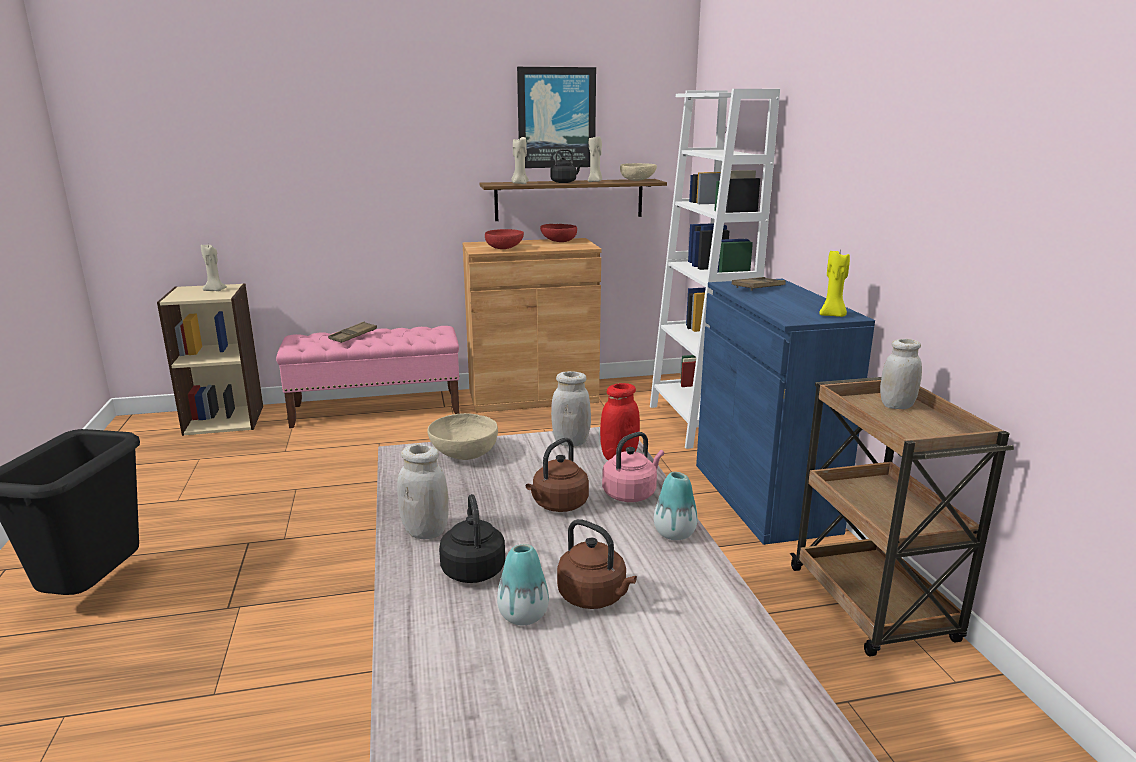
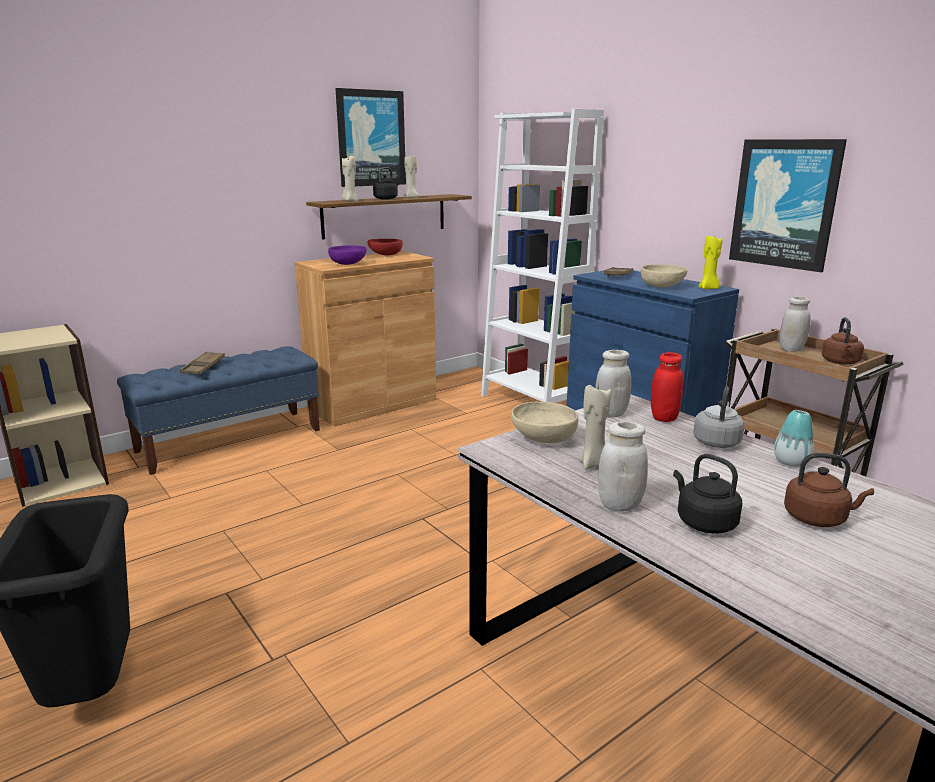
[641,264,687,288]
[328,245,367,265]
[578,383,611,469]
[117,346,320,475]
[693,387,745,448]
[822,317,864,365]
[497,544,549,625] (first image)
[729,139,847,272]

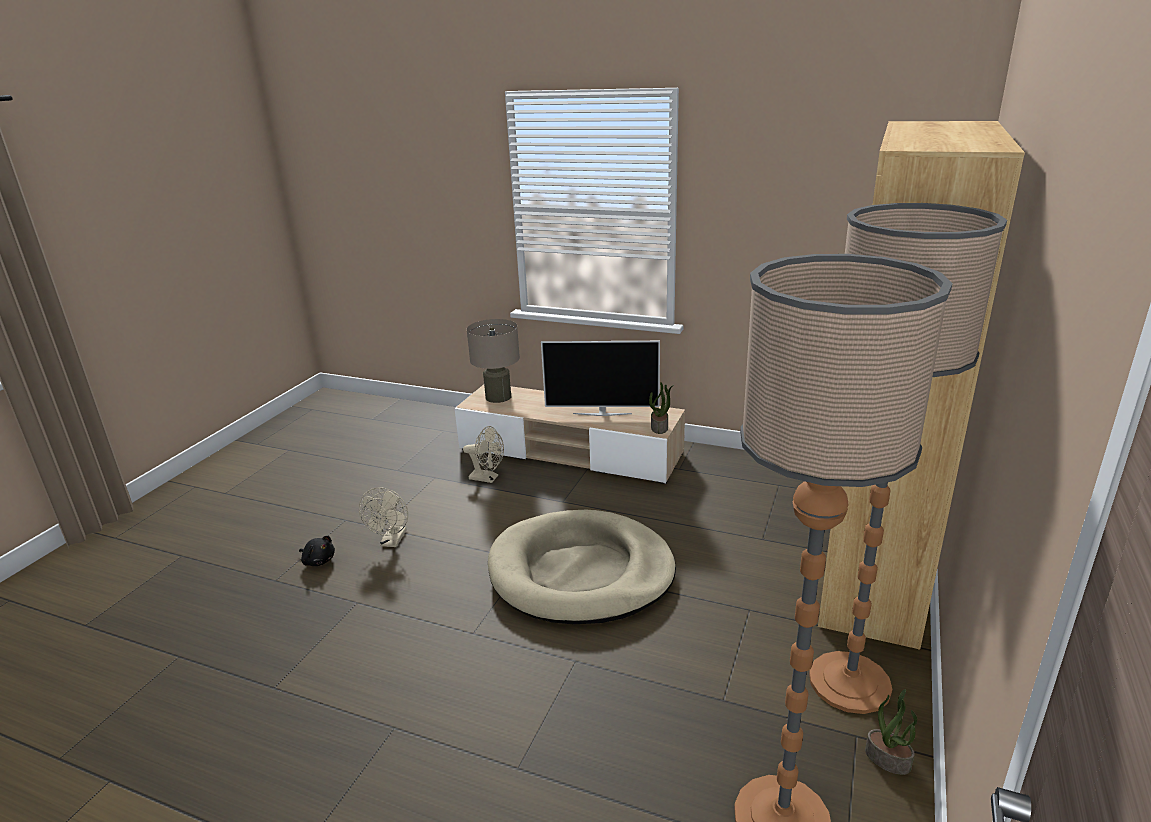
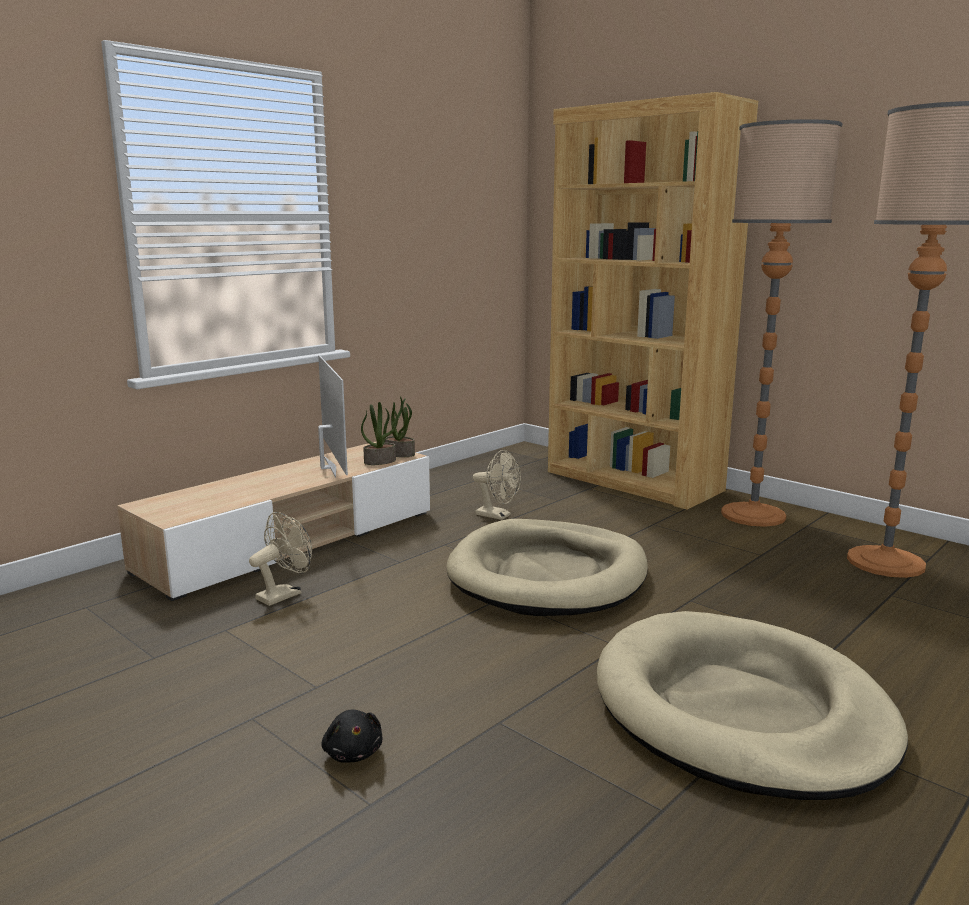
[467,319,520,403] (first image)
[318,355,348,478]
[473,450,521,520]
[321,709,382,763]
[361,402,398,465]
[597,611,908,800]

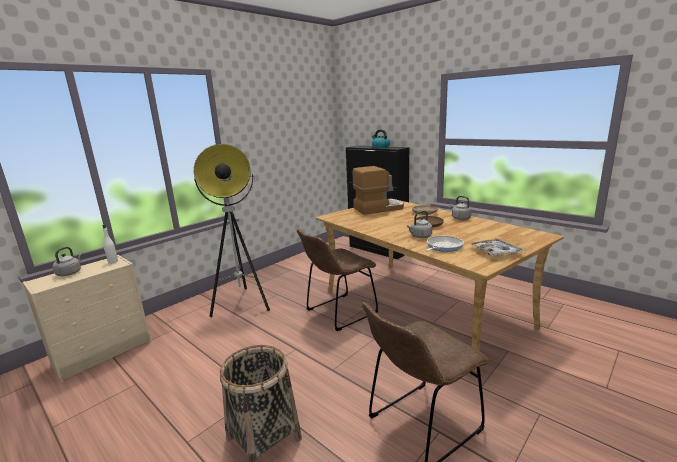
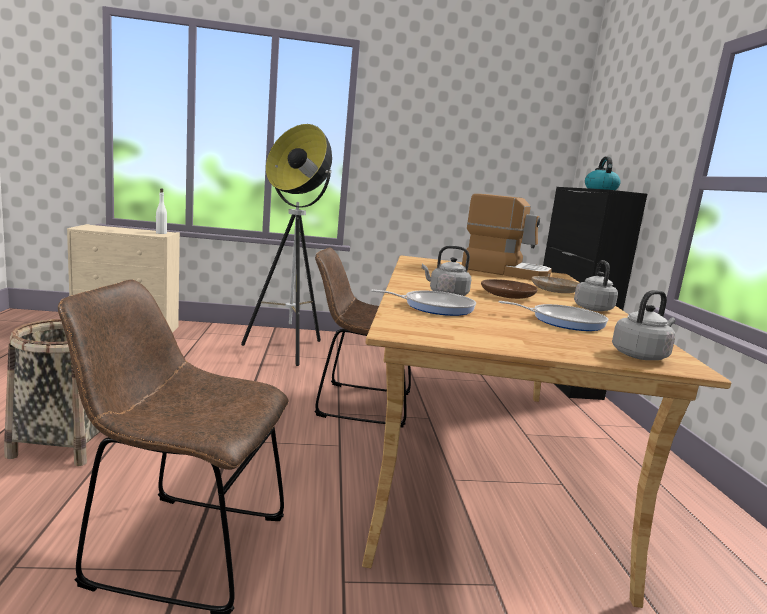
[470,239,526,256] (first image)
[612,290,676,360]
[498,301,608,331]

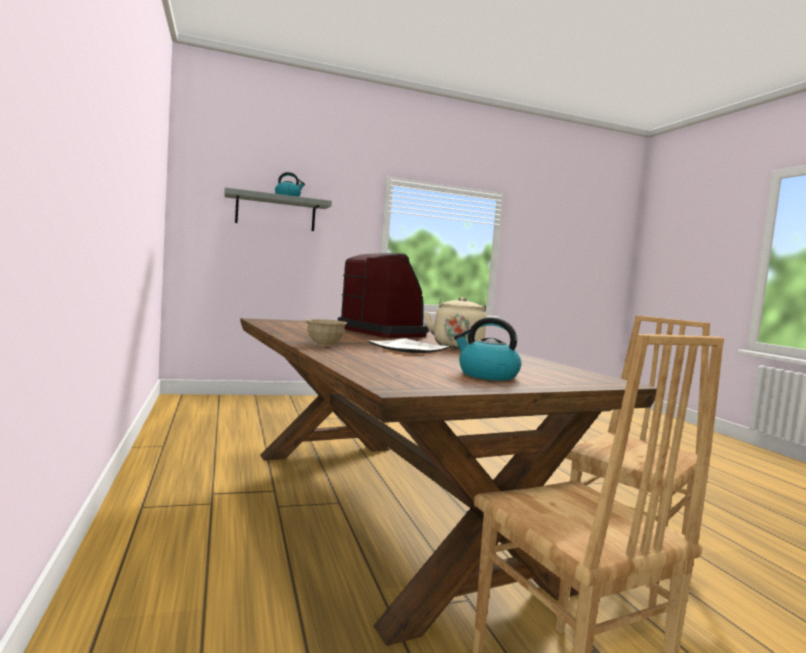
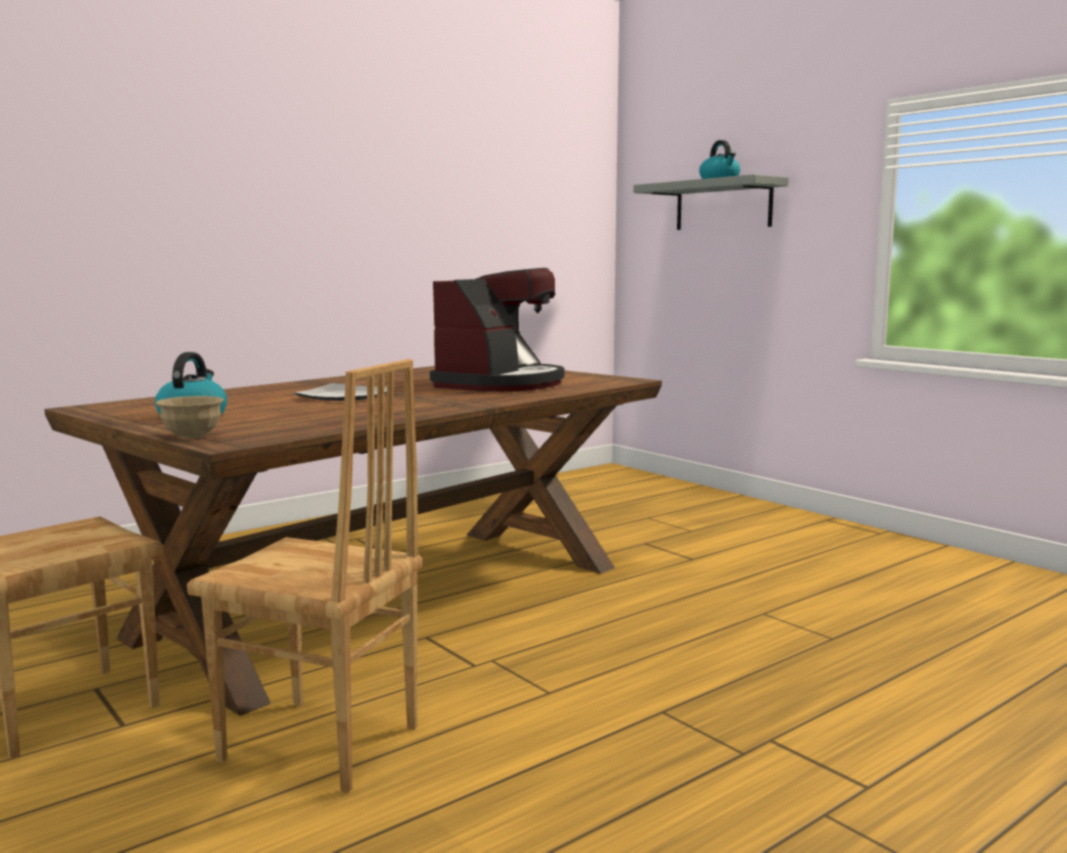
[425,297,487,349] (first image)
[156,396,224,439]

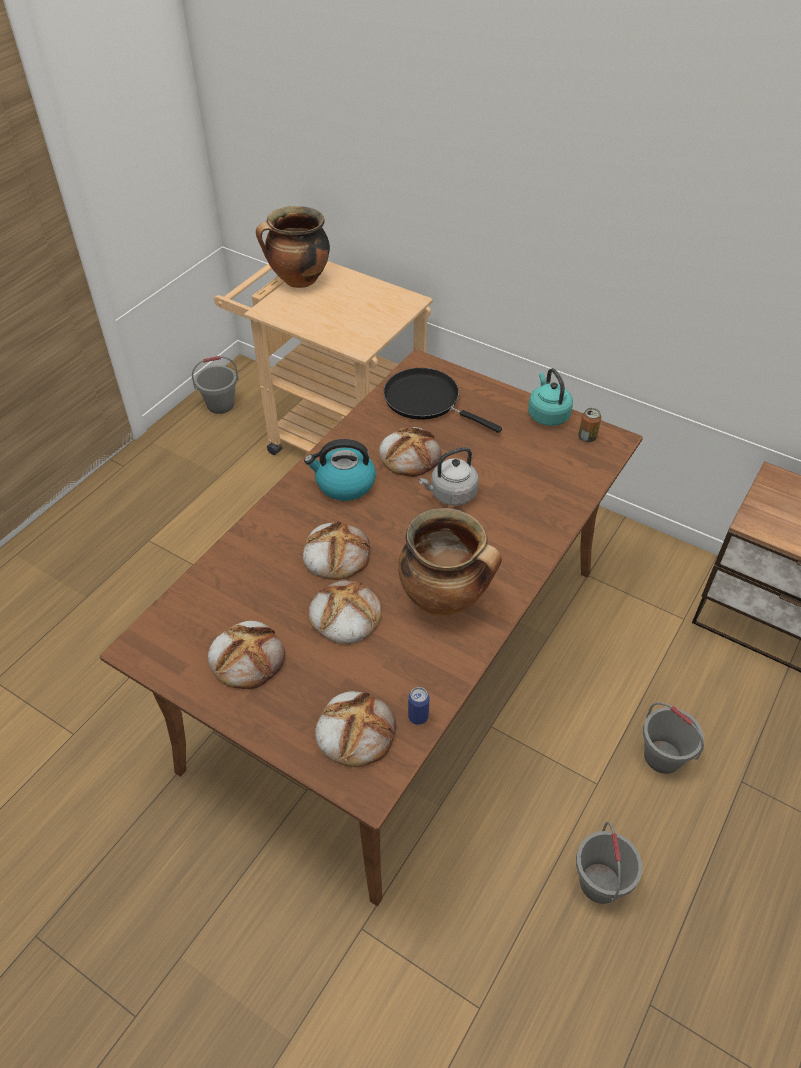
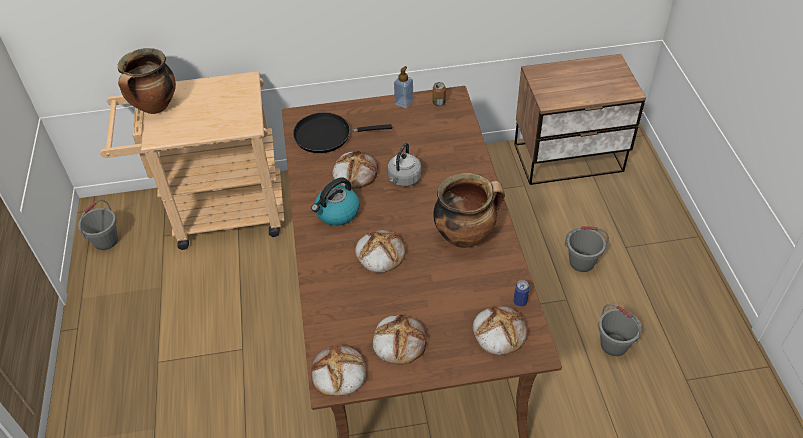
[394,66,413,109]
[311,345,366,396]

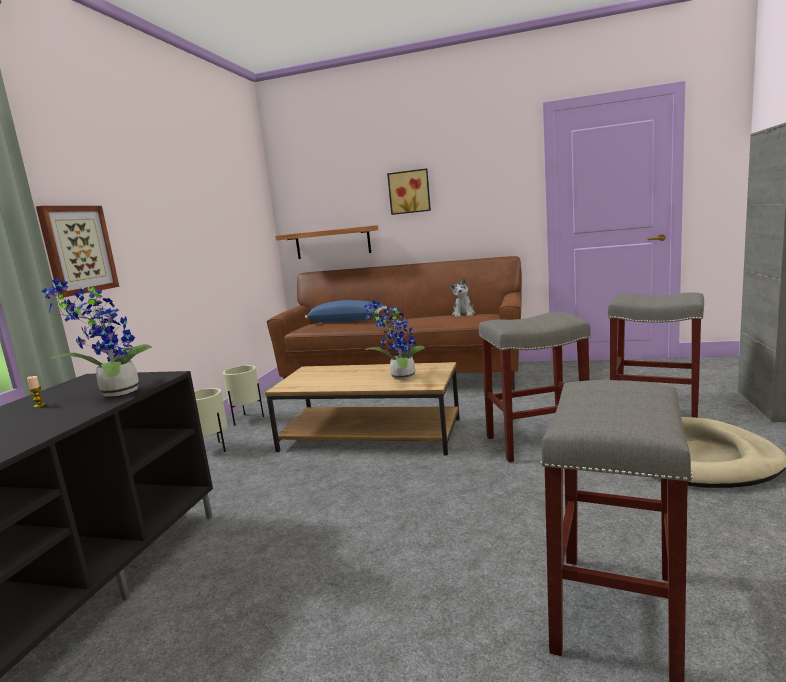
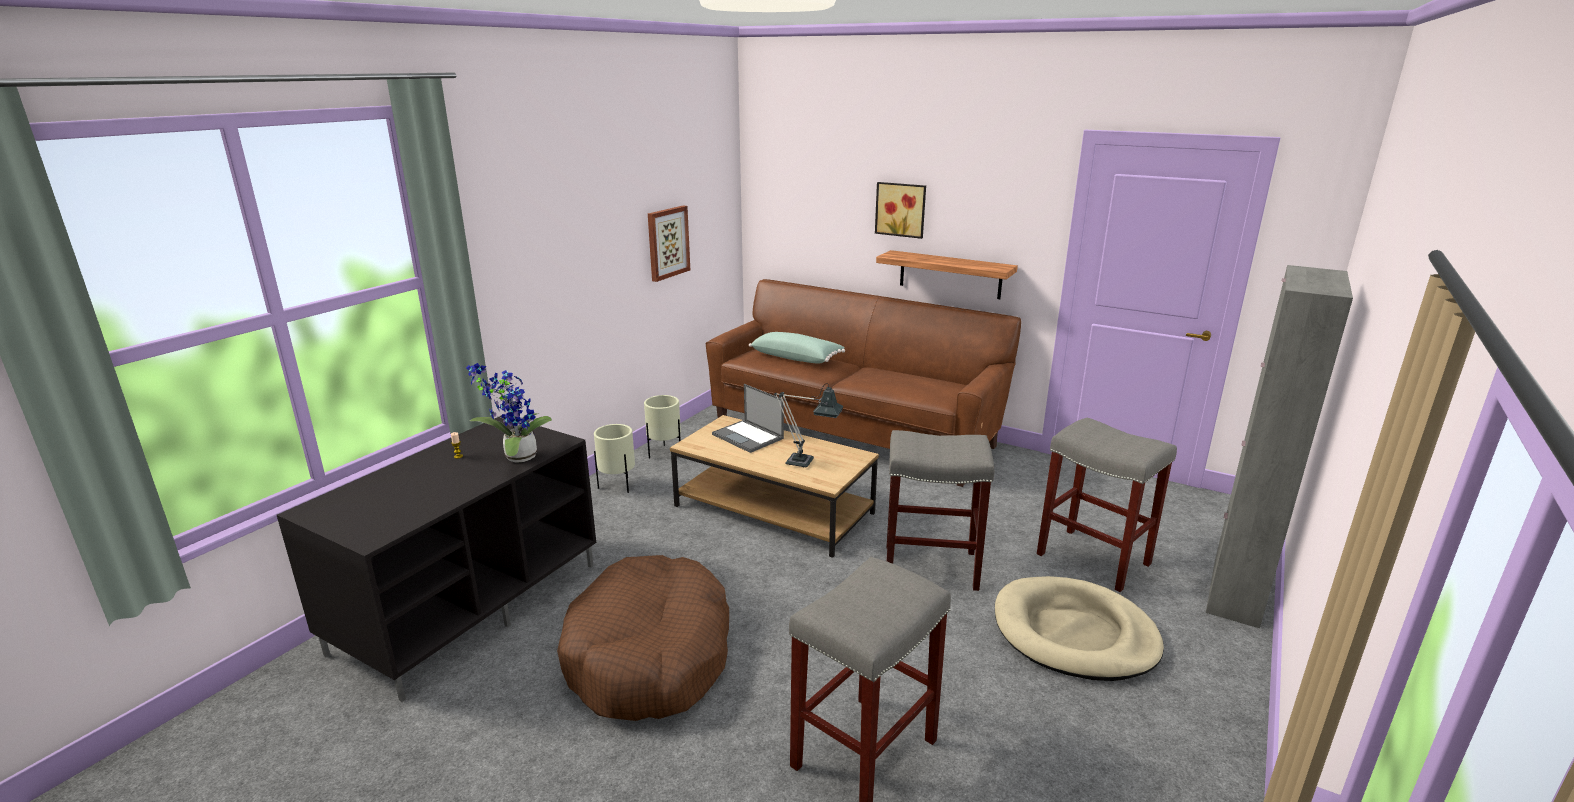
[648,205,690,282]
[876,250,1018,299]
[449,278,475,317] (first image)
[749,332,845,364]
[774,383,843,467]
[712,384,784,453]
[557,555,729,721]

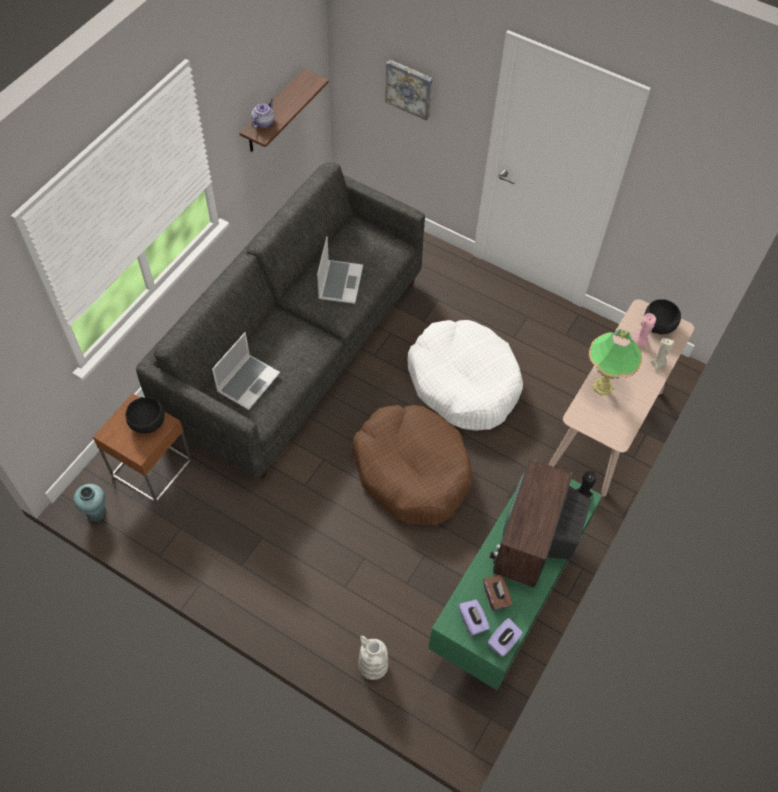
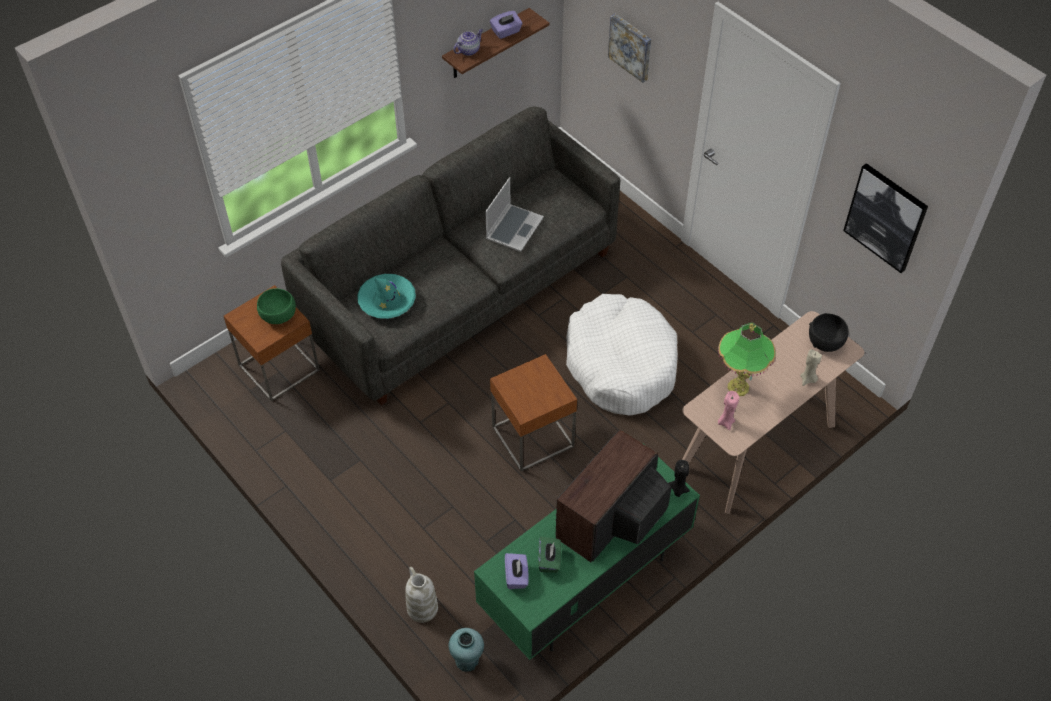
[718,391,739,430]
[357,274,416,319]
[257,288,296,324]
[490,354,577,471]
[449,628,484,672]
[538,536,561,573]
[490,11,523,39]
[843,163,928,273]

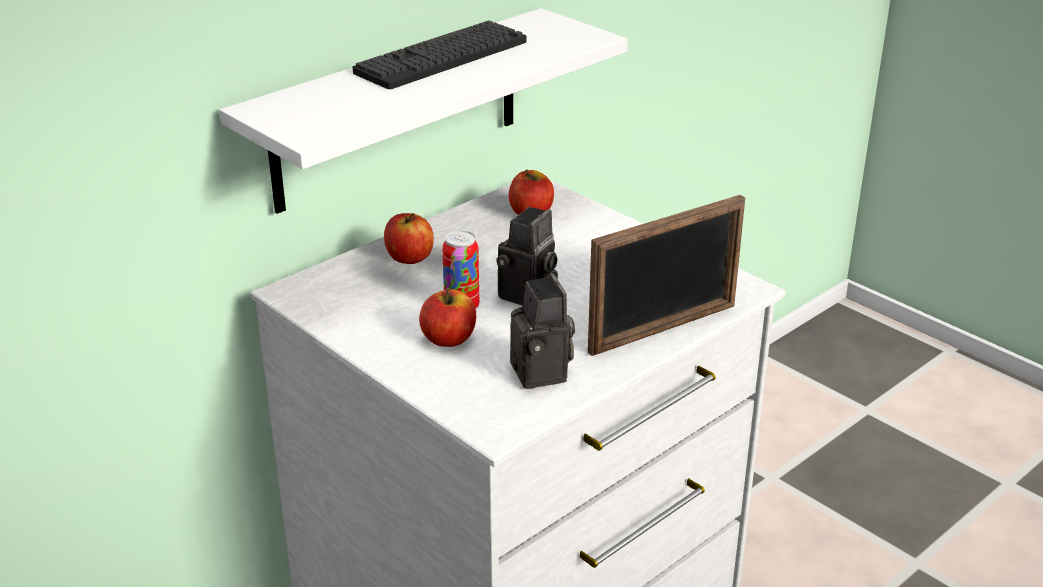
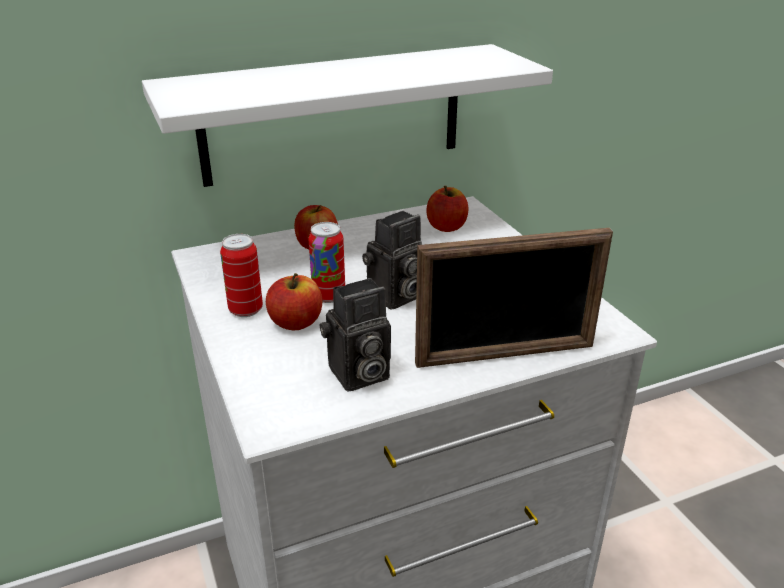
[353,20,526,89] (first image)
[320,278,391,392]
[220,234,263,317]

